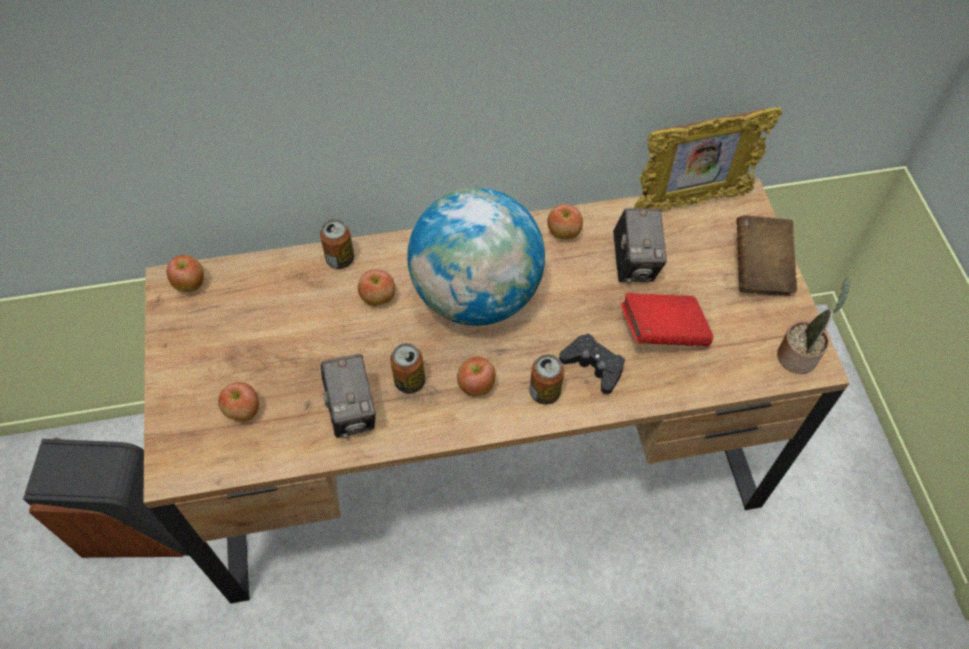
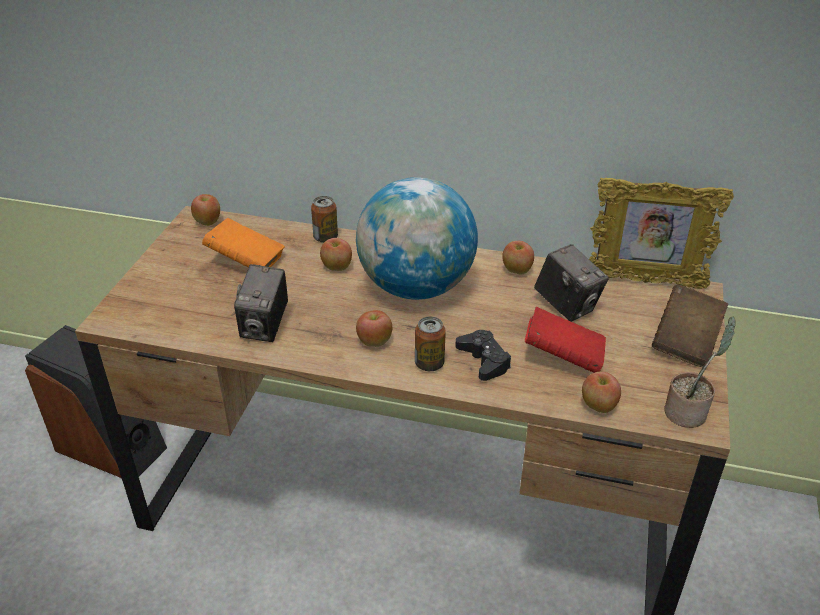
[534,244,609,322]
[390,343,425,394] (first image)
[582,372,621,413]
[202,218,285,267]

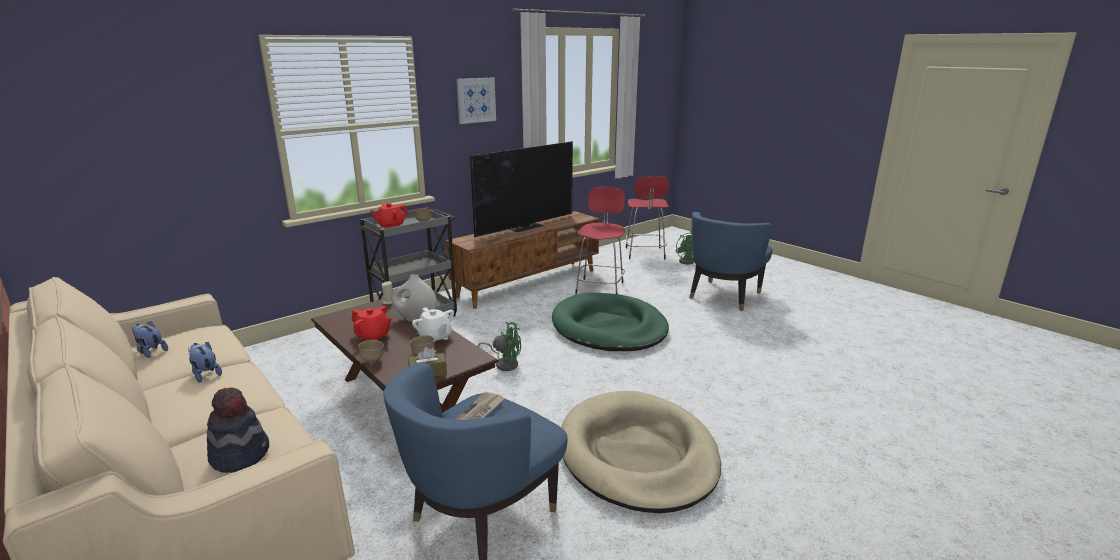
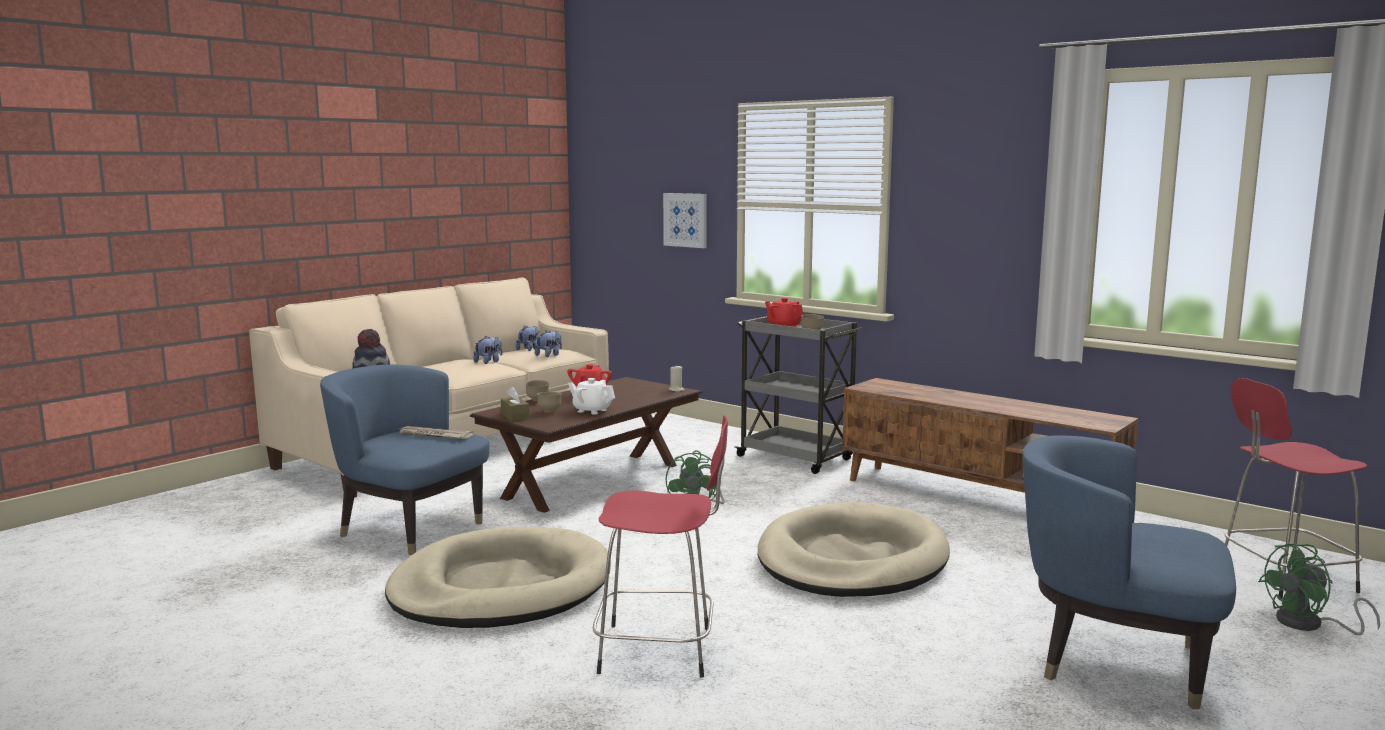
[663,193,707,248]
[470,141,573,237] (first image)
[593,415,728,678]
[391,274,437,322] (first image)
[758,502,950,597]
[568,378,615,415]
[535,330,562,357]

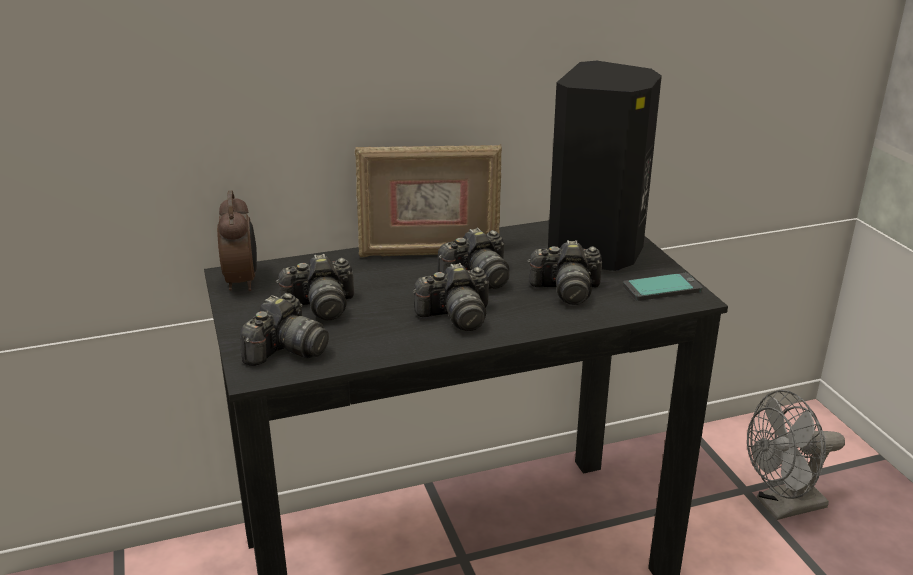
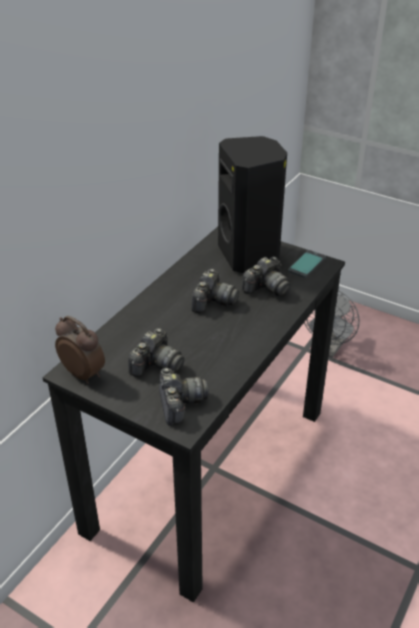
[355,144,502,257] (first image)
[413,263,489,331] (first image)

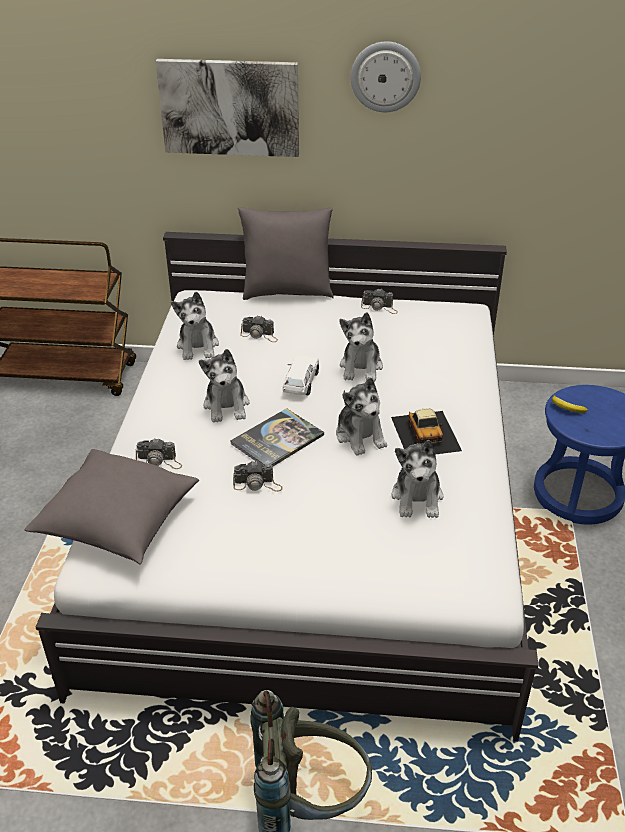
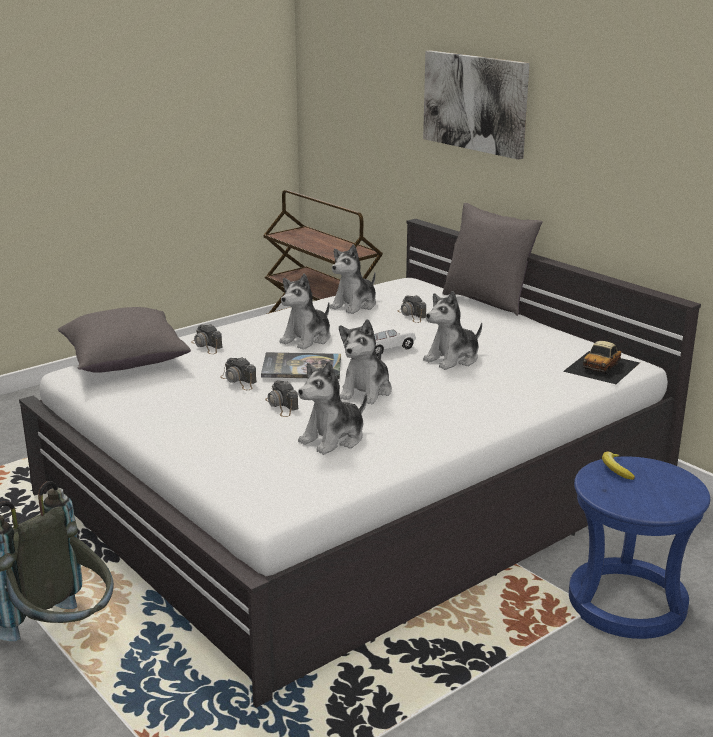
[351,41,421,112] (first image)
[265,380,298,417]
[563,341,640,384]

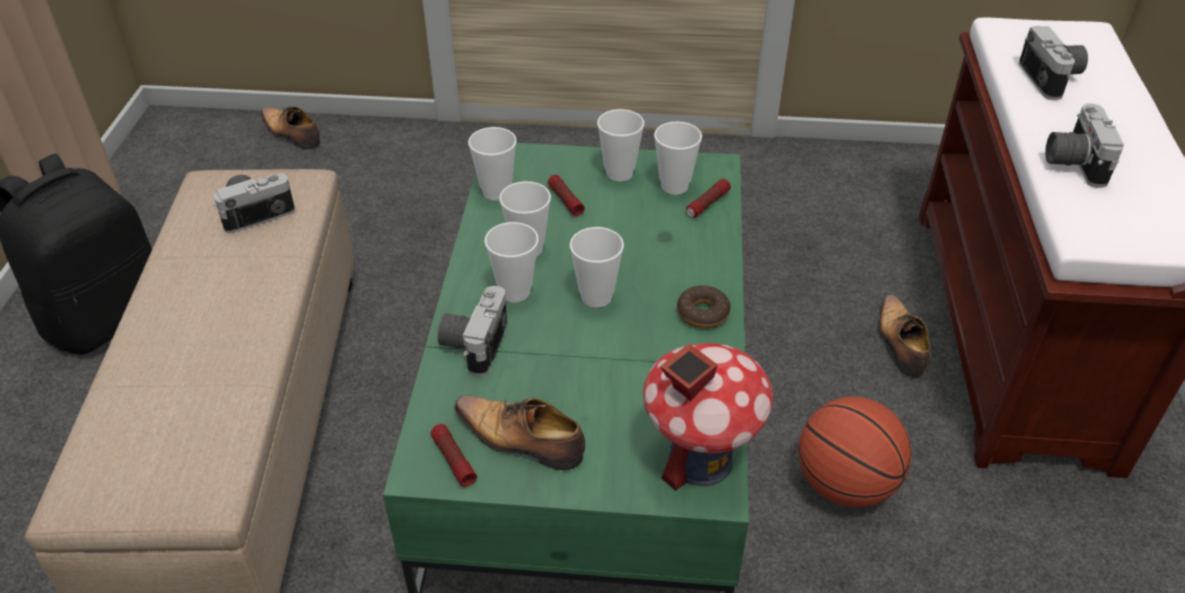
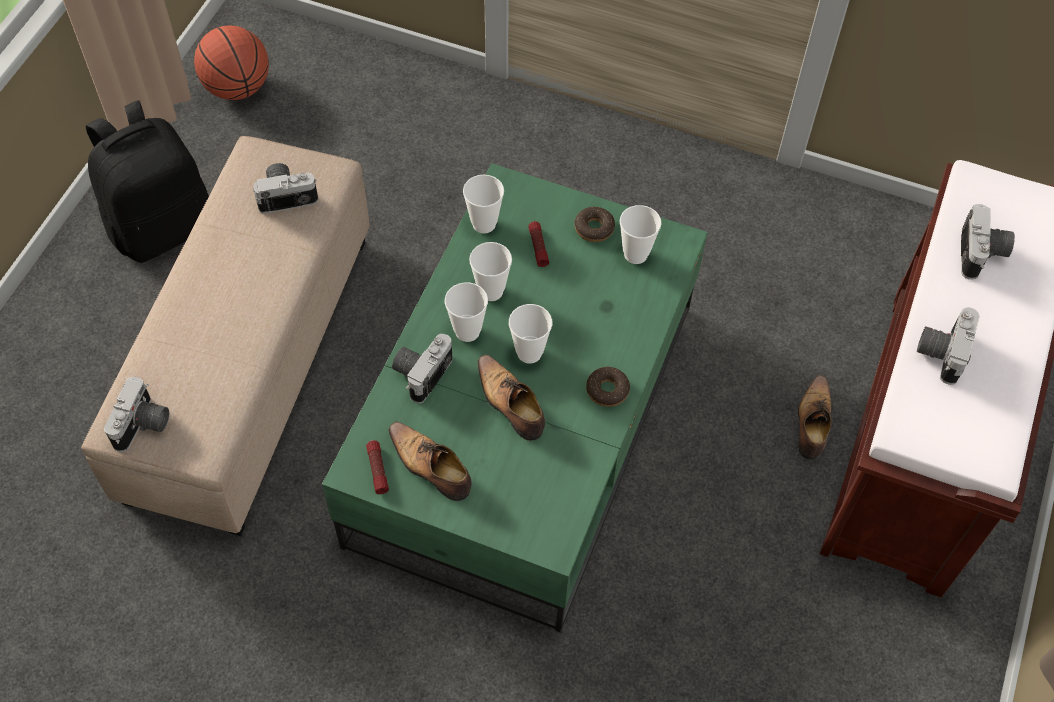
[478,354,545,441]
[575,207,615,242]
[686,179,731,218] (first image)
[643,343,773,491] (first image)
[194,26,269,100]
[104,377,169,452]

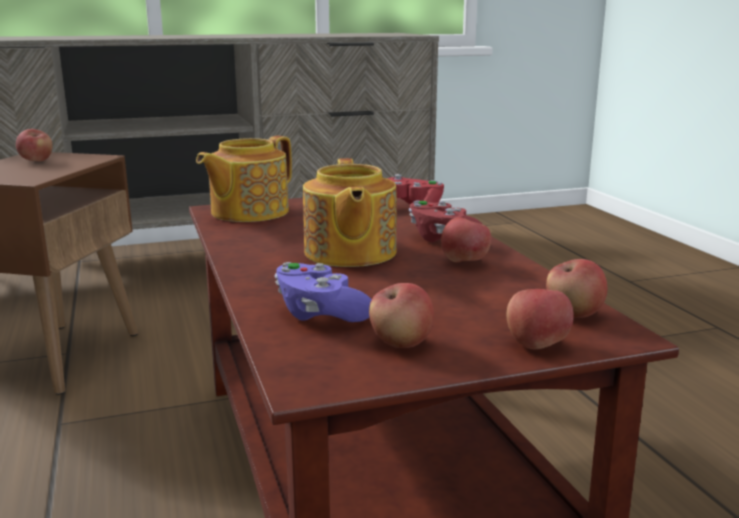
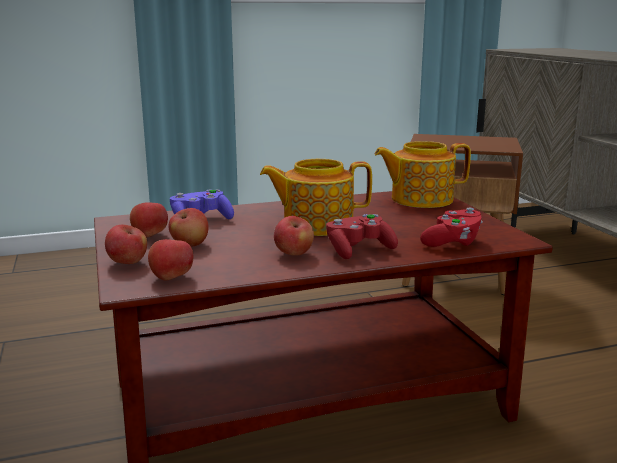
[168,208,209,247]
[375,141,471,208]

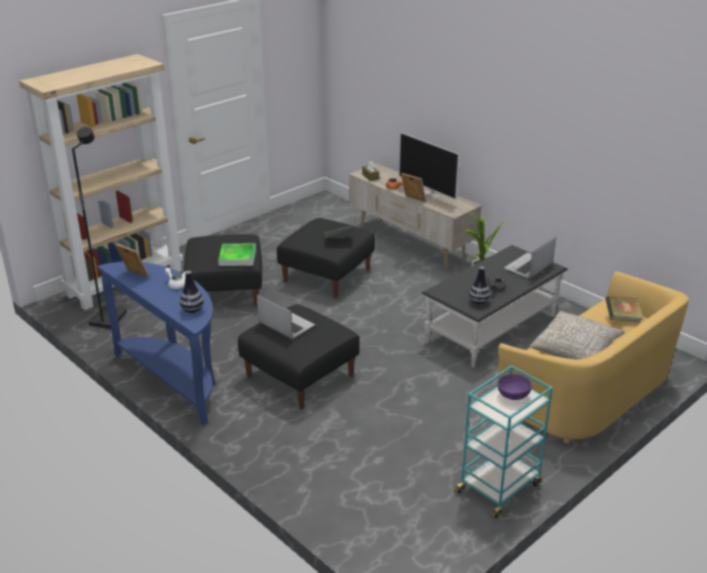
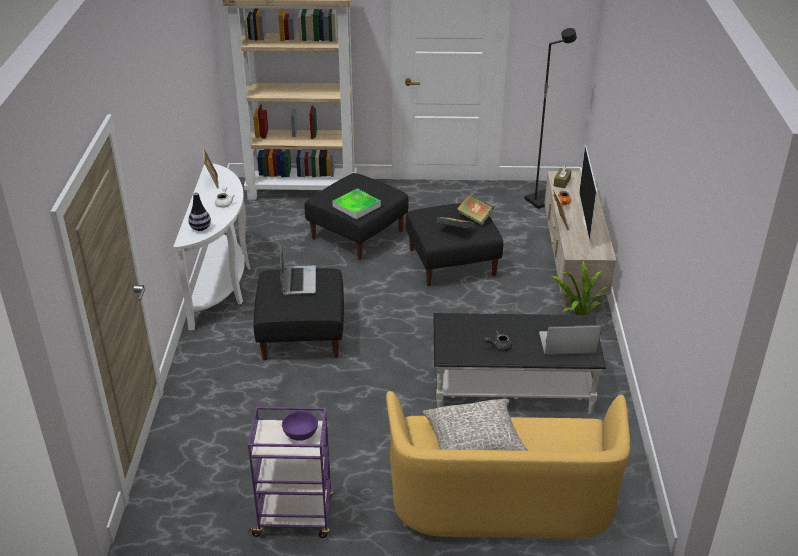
[524,28,577,209]
[173,163,251,331]
[469,267,490,304] (first image)
[457,194,494,225]
[248,407,333,538]

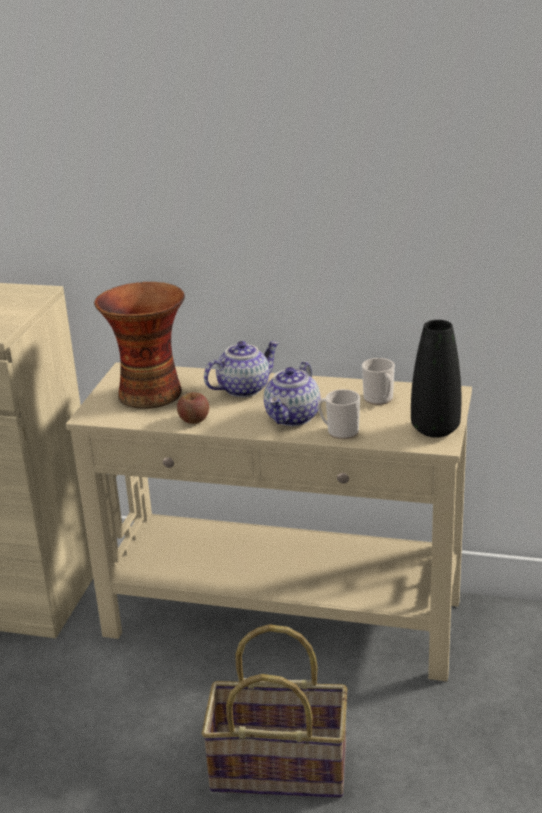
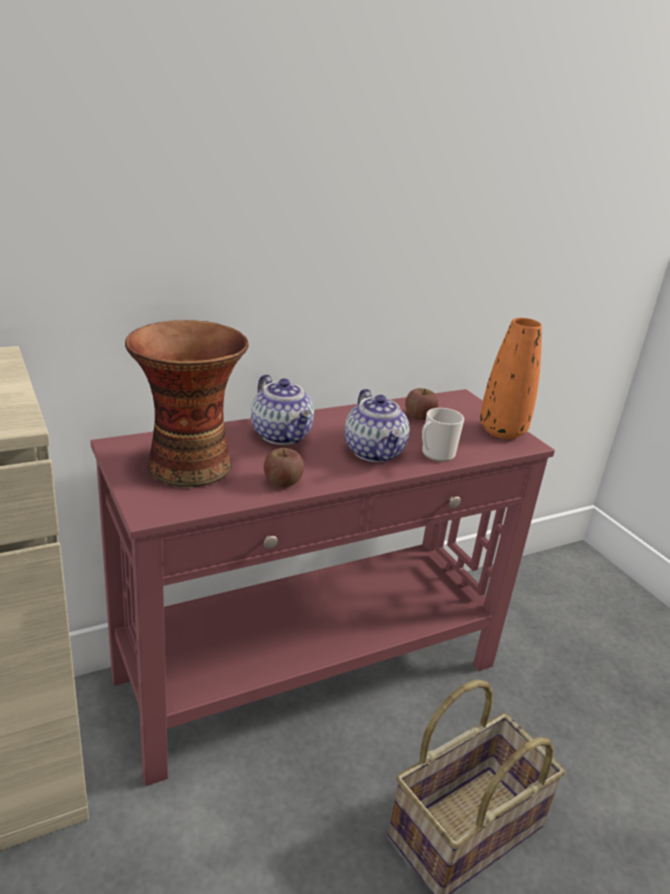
[480,318,542,439]
[251,374,314,445]
[405,388,438,420]
[91,389,555,786]

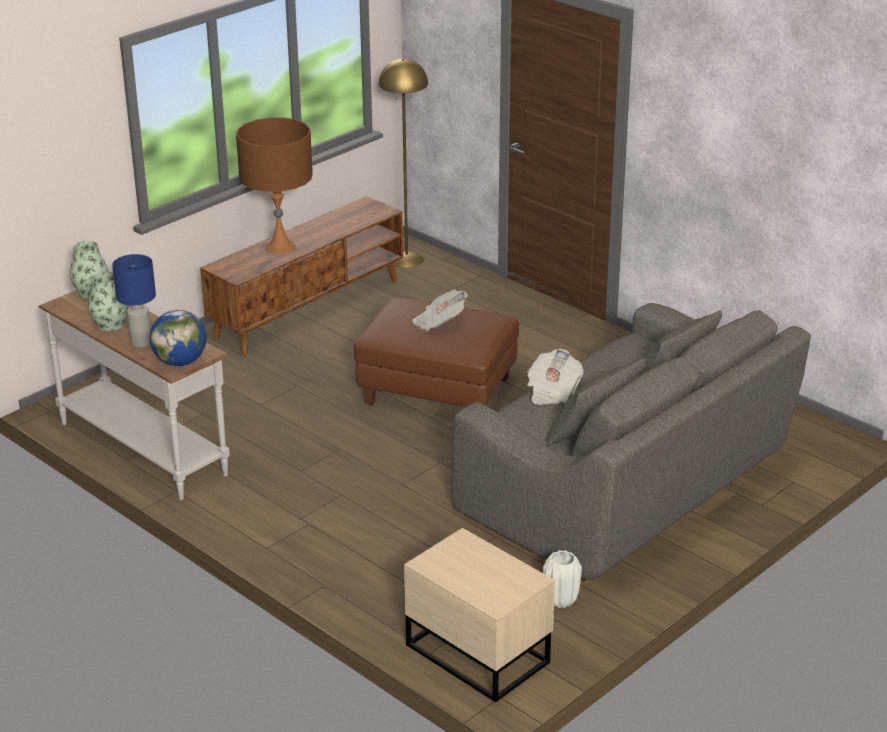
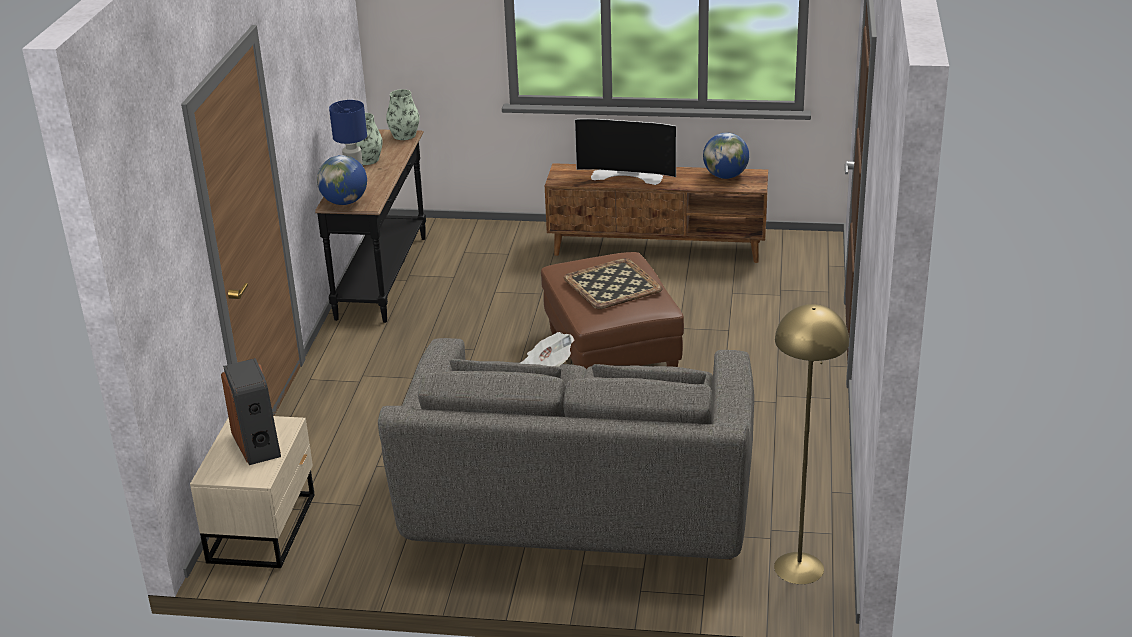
[774,304,849,584]
[575,119,676,185]
[564,258,663,309]
[315,129,426,323]
[543,550,582,608] (first image)
[703,133,749,179]
[221,358,281,465]

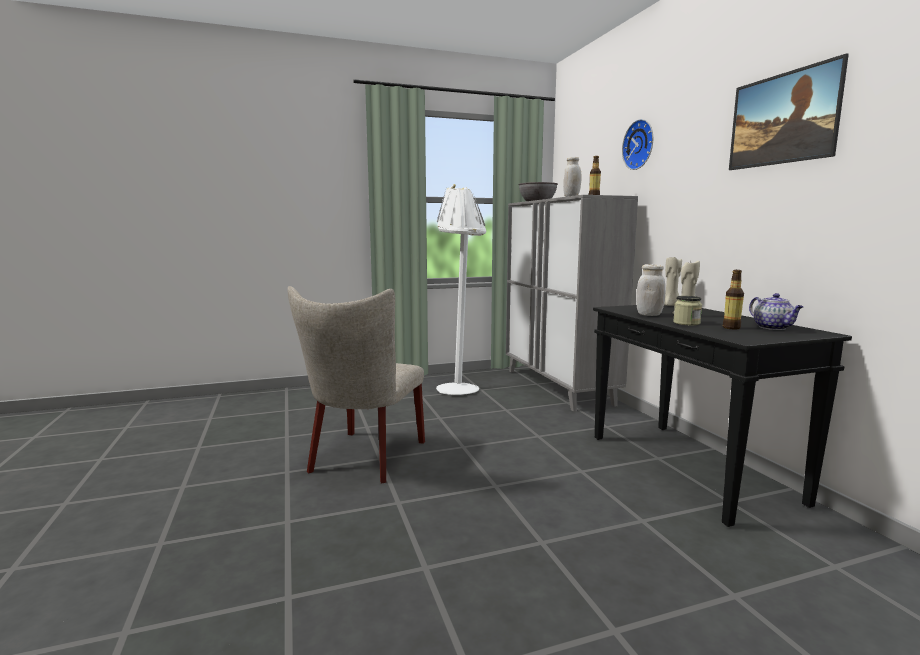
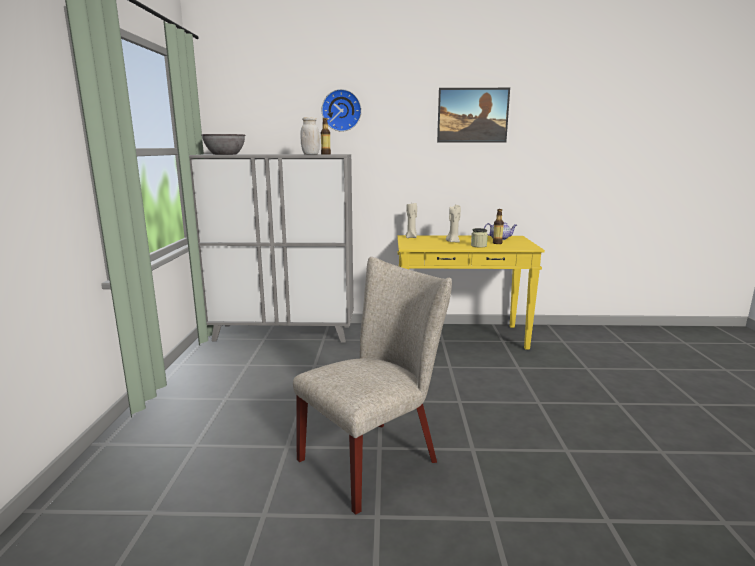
[436,184,487,395] (first image)
[636,264,665,316] (first image)
[293,257,452,515]
[397,235,545,350]

